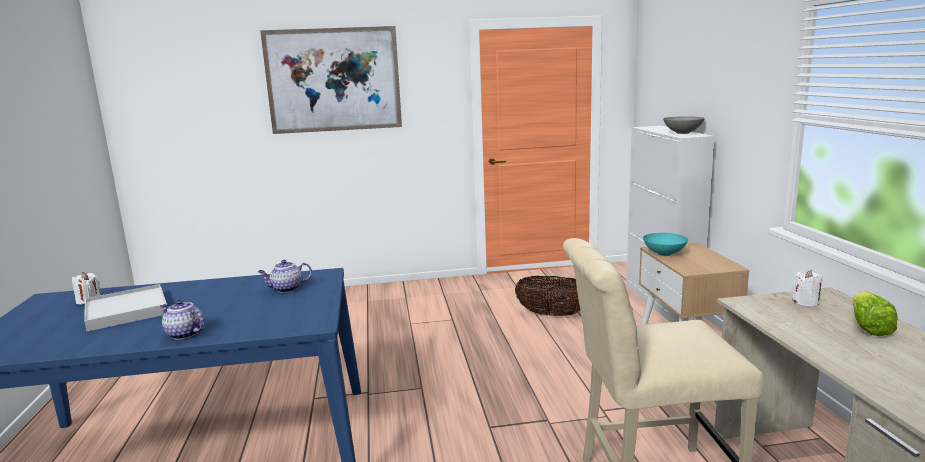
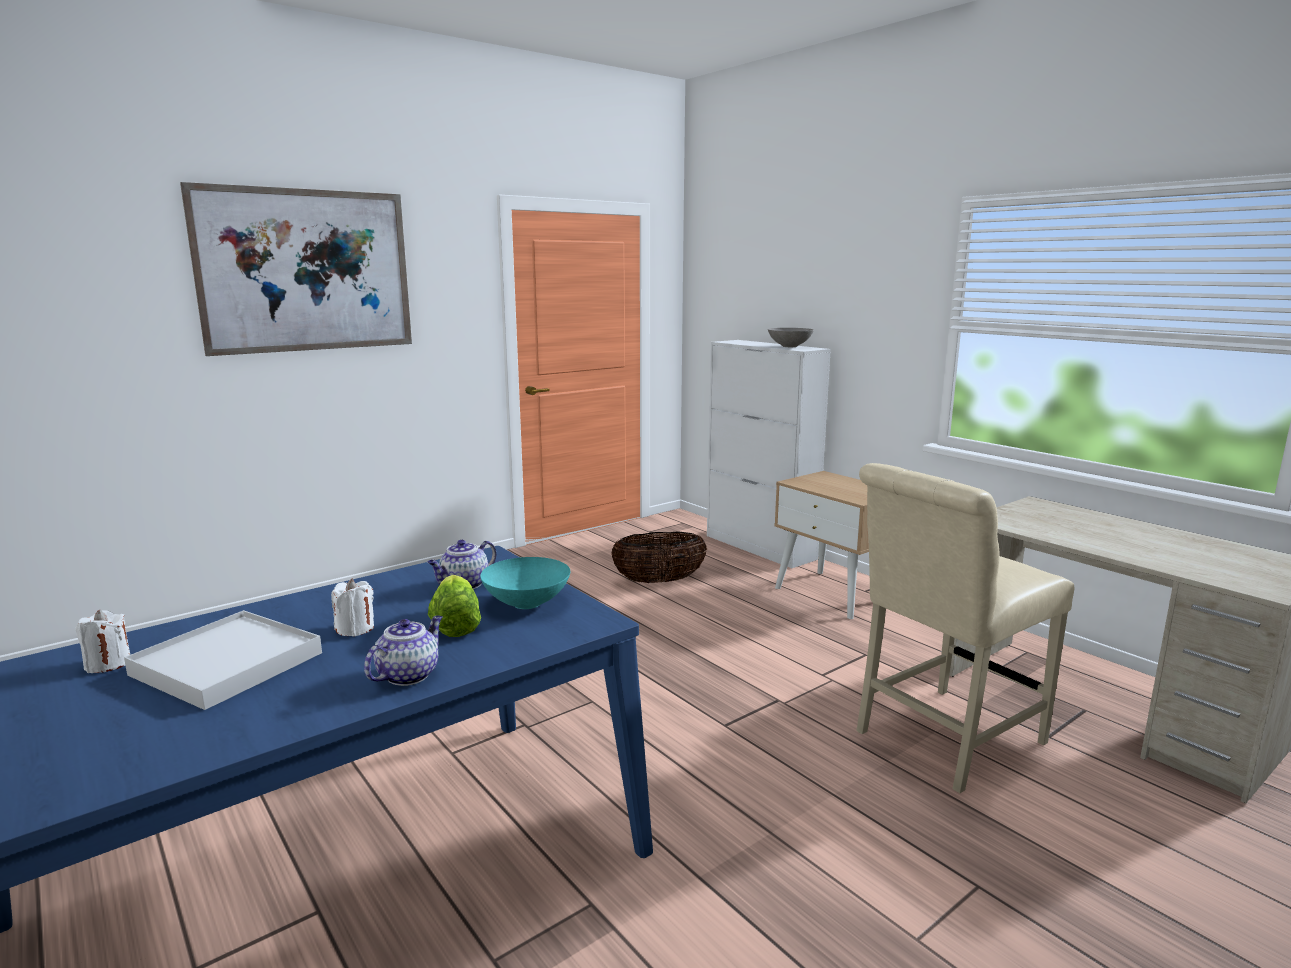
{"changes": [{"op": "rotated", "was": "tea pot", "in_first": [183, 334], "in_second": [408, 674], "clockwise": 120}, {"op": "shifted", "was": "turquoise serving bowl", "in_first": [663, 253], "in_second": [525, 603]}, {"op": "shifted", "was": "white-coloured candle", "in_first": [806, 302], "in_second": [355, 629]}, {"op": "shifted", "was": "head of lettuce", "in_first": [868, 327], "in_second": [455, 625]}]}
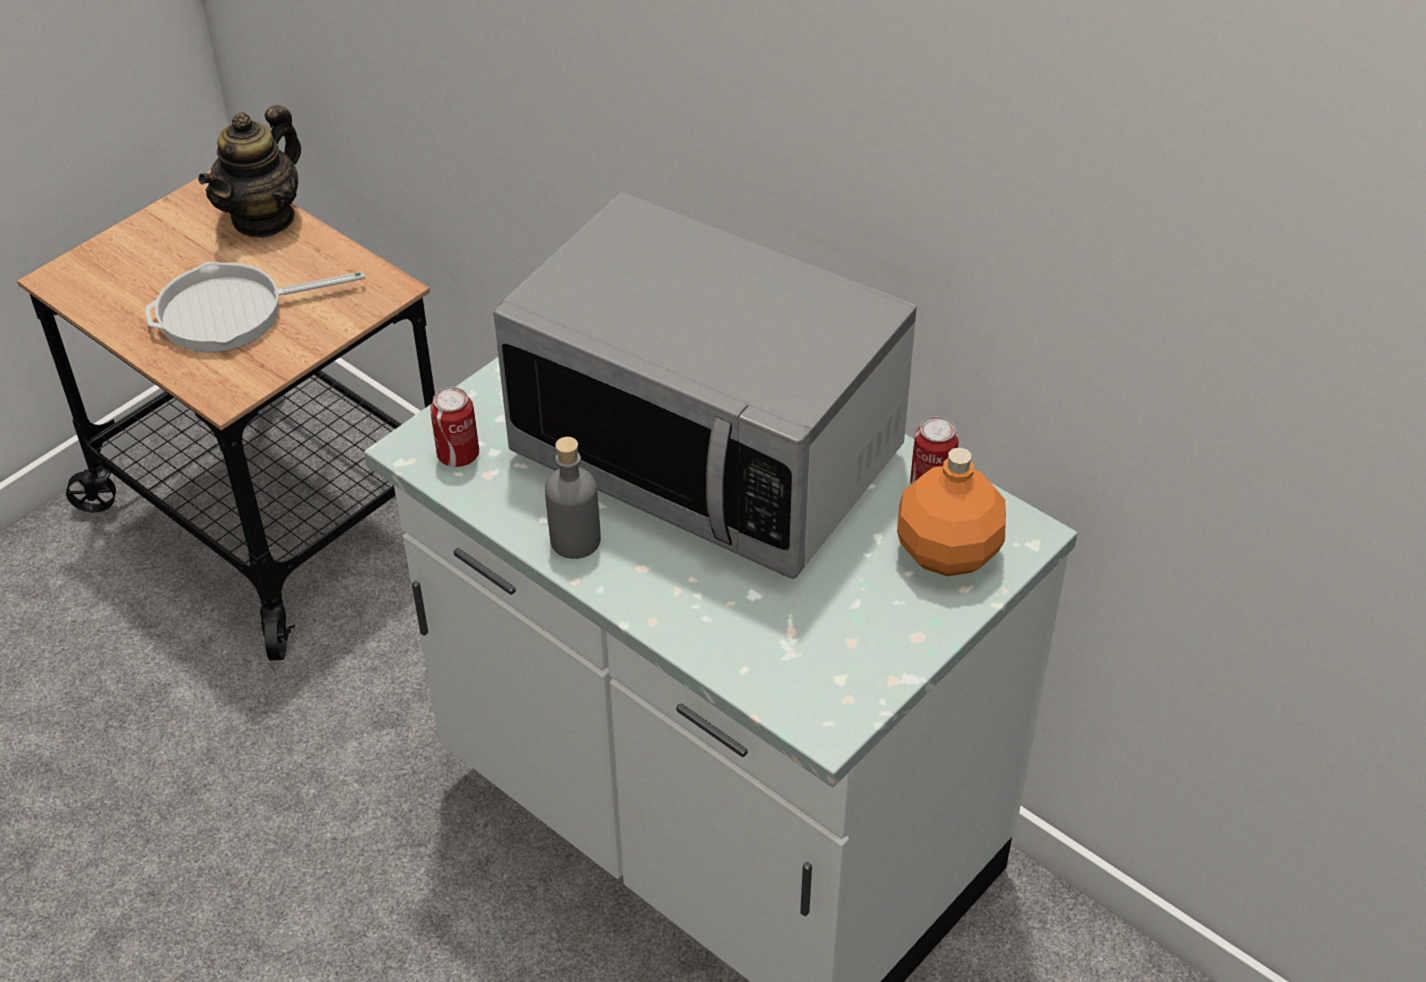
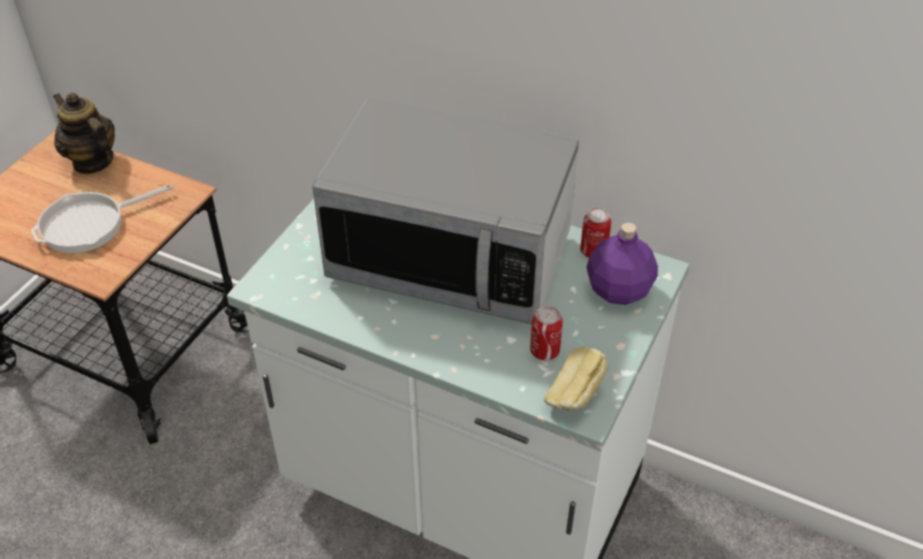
{"changes": [{"op": "rotated", "was": "tea pot", "in_first": [264, 218], "in_second": [92, 161], "clockwise": 120}, {"op": "shifted", "was": "metal can", "in_first": [458, 455], "in_second": [544, 351]}, {"op": "gone", "was": "gray drink bottle", "in_first": [575, 540]}, {"op": "repainted", "was": "orange-coloured drink bottle", "now": "purple drink bottle", "in_first": [946, 553], "in_second": [618, 290]}, {"op": "new", "now": "bread", "in_second": [574, 397]}]}
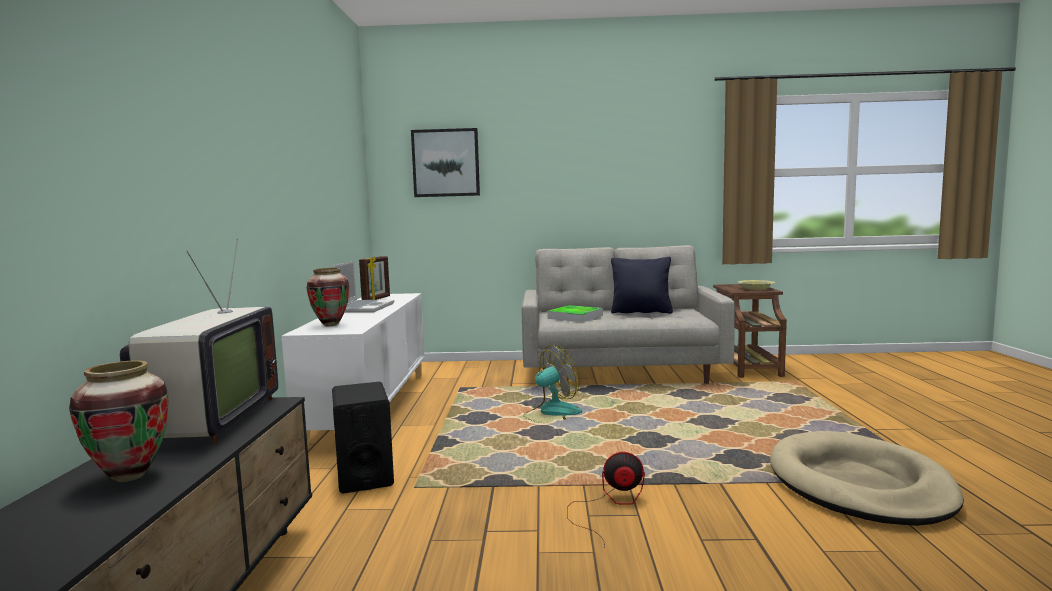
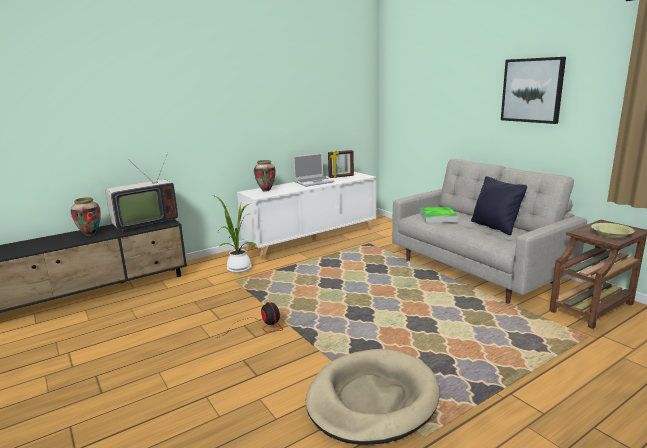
{"changes": [{"op": "swapped", "was": "blackish audio speaker", "now": "houseplant", "in_first": [364, 475], "in_second": [238, 268]}, {"op": "shifted", "was": "wall picture", "in_first": [446, 163], "in_second": [532, 90]}, {"op": "gone", "was": "cooling fan", "in_first": [552, 413]}]}
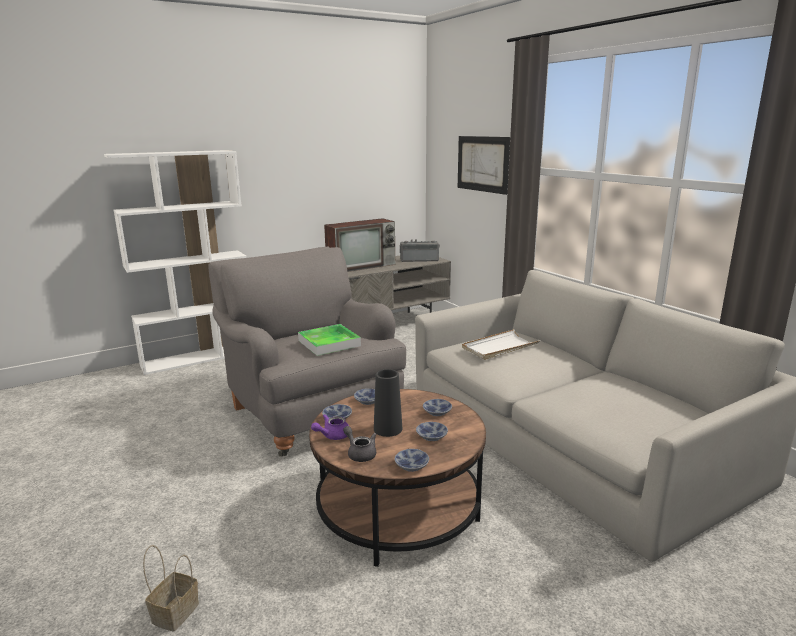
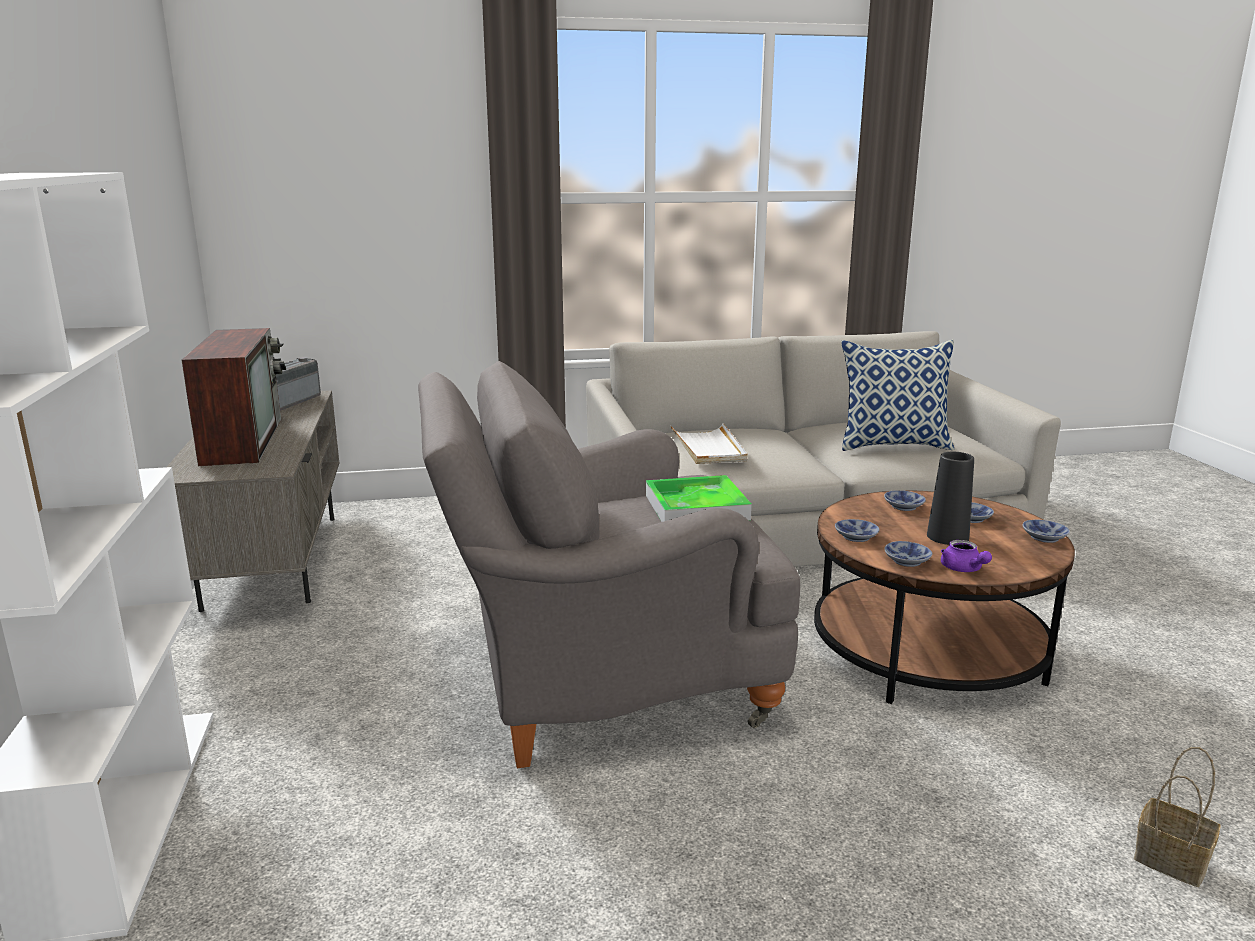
{"changes": [{"op": "gone", "was": "gray tea pot", "in_first": [360, 453]}, {"op": "gone", "was": "wall picture", "in_first": [482, 164]}, {"op": "new", "now": "throw pillow", "in_second": [893, 445]}]}
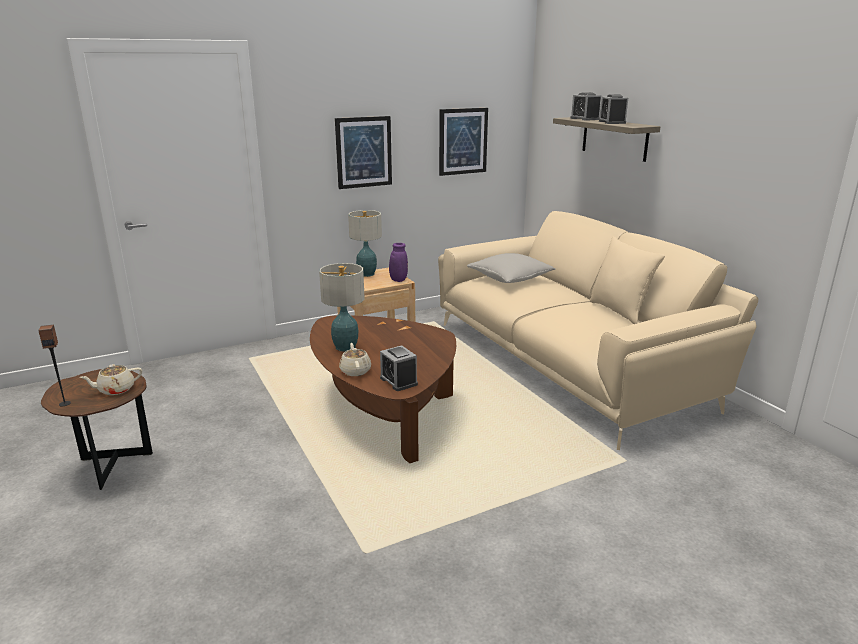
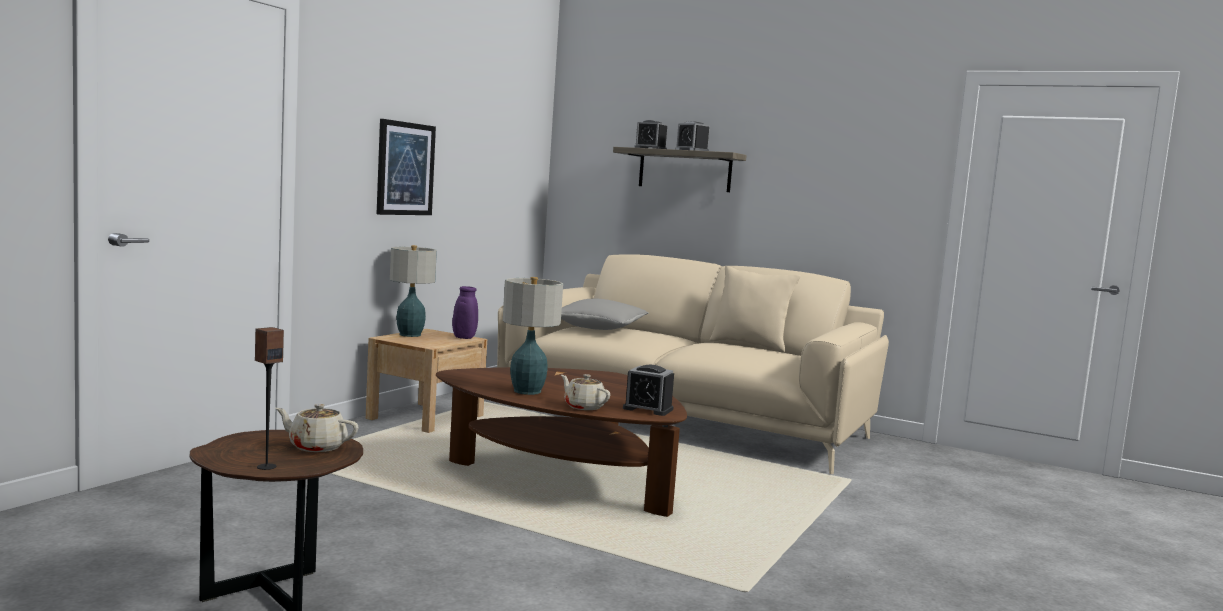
{"changes": [{"op": "rotated", "was": "beige-coloured tea pot", "in_first": [115, 390], "in_second": [316, 447], "clockwise": 75}, {"op": "gone", "was": "wall picture", "in_first": [462, 141]}]}
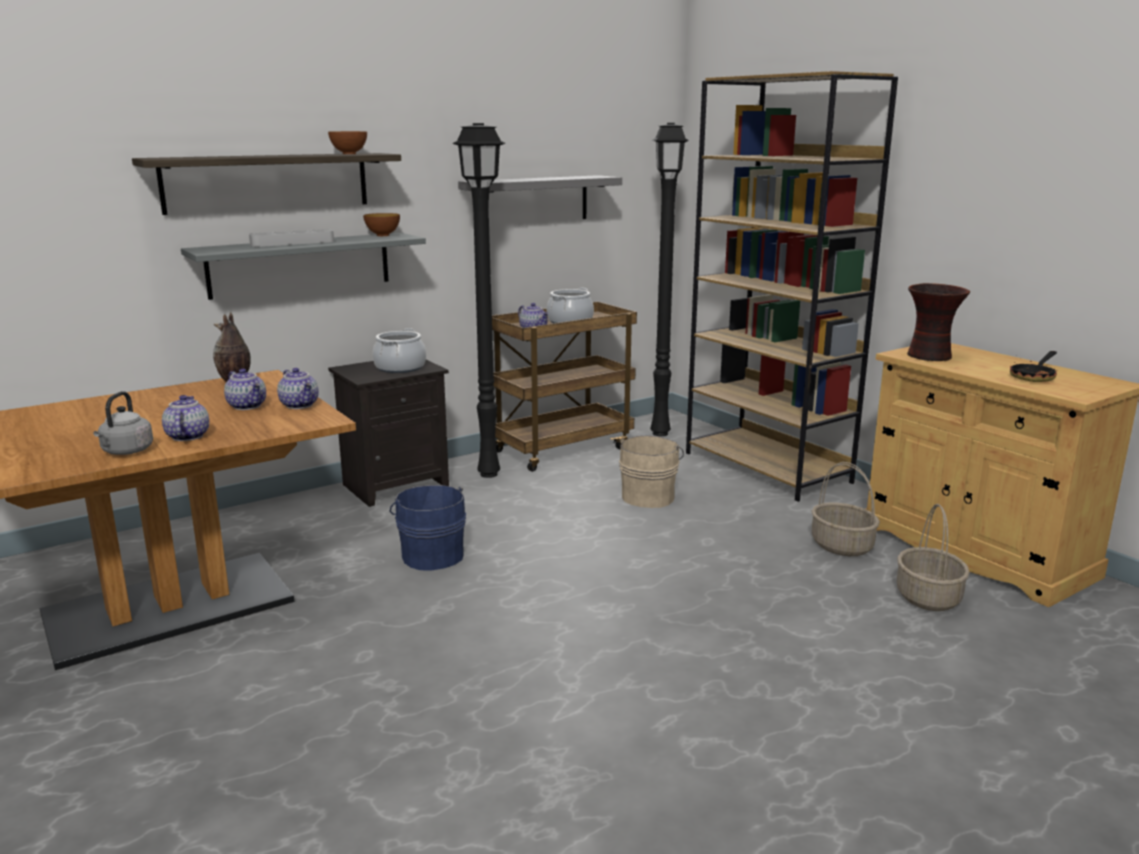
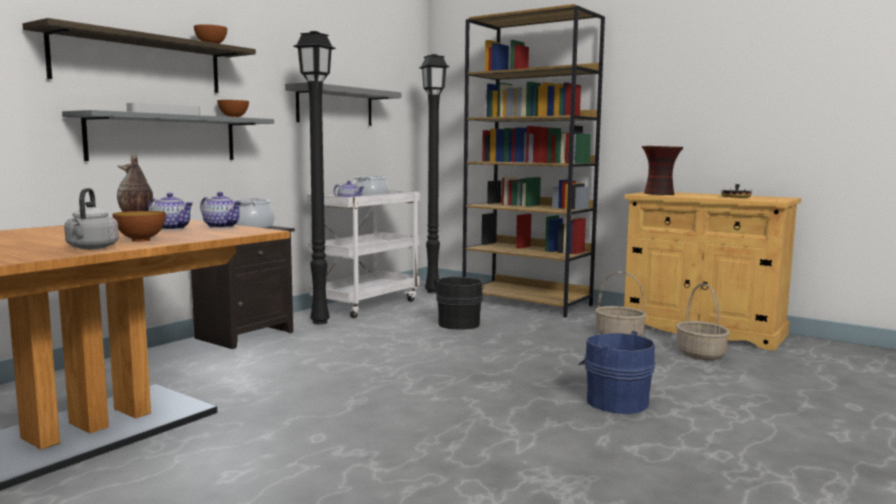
{"changes": [{"op": "swapped", "was": "tea pot", "now": "serving bowl", "in_first": [186, 436], "in_second": [141, 240]}, {"op": "shifted", "was": "blue-coloured pail", "in_first": [432, 555], "in_second": [614, 401]}, {"op": "repainted", "was": "brownish cart", "now": "white-coloured cart", "in_first": [563, 449], "in_second": [366, 304]}, {"op": "repainted", "was": "beige-coloured pail", "now": "blackish pail", "in_first": [649, 496], "in_second": [459, 323]}]}
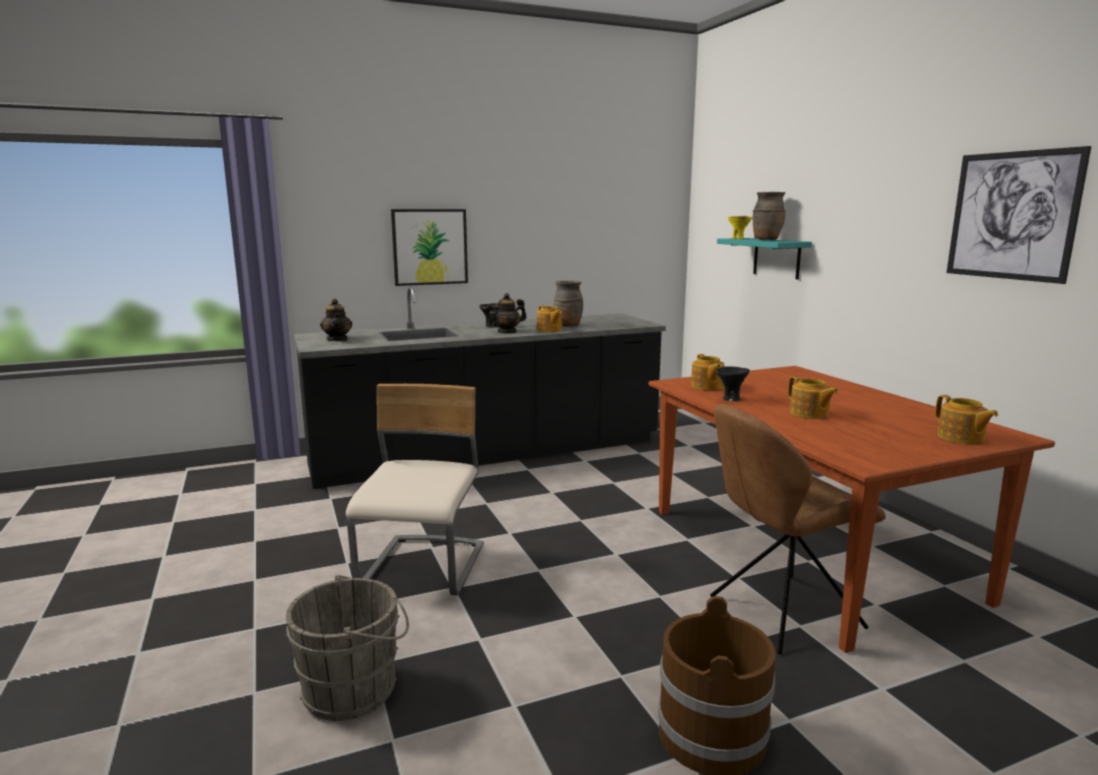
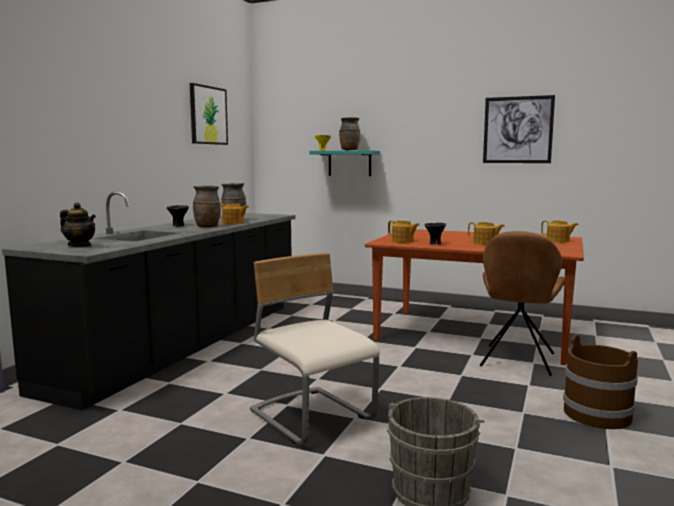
{"changes": [{"op": "shifted", "was": "wall picture", "in_first": [429, 247], "in_second": [208, 115]}, {"op": "swapped", "was": "tea pot", "now": "brownish decorative vase", "in_first": [507, 332], "in_second": [207, 227]}]}
